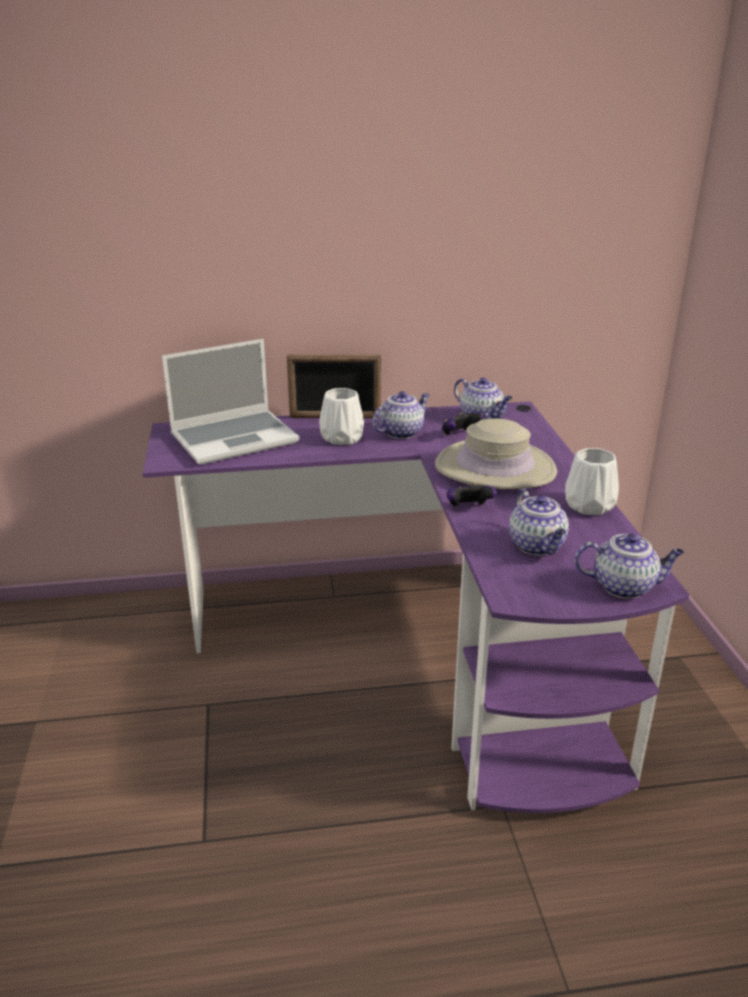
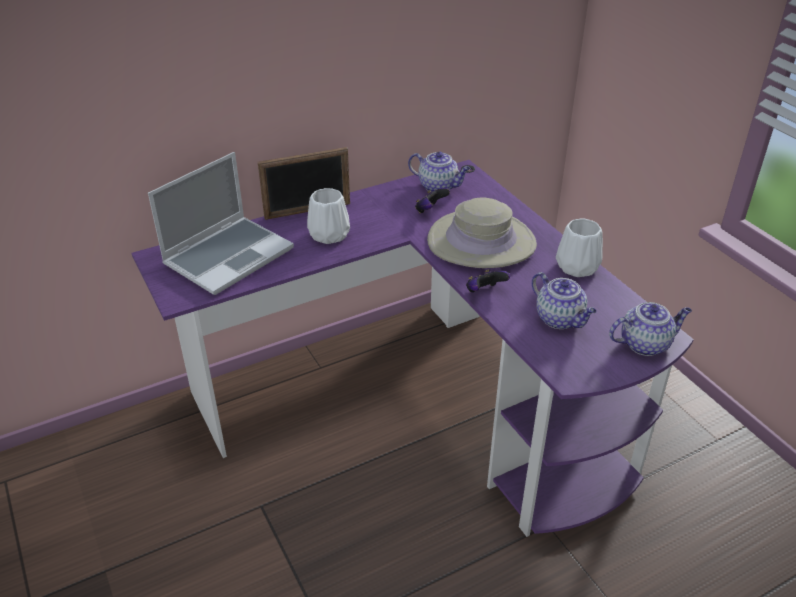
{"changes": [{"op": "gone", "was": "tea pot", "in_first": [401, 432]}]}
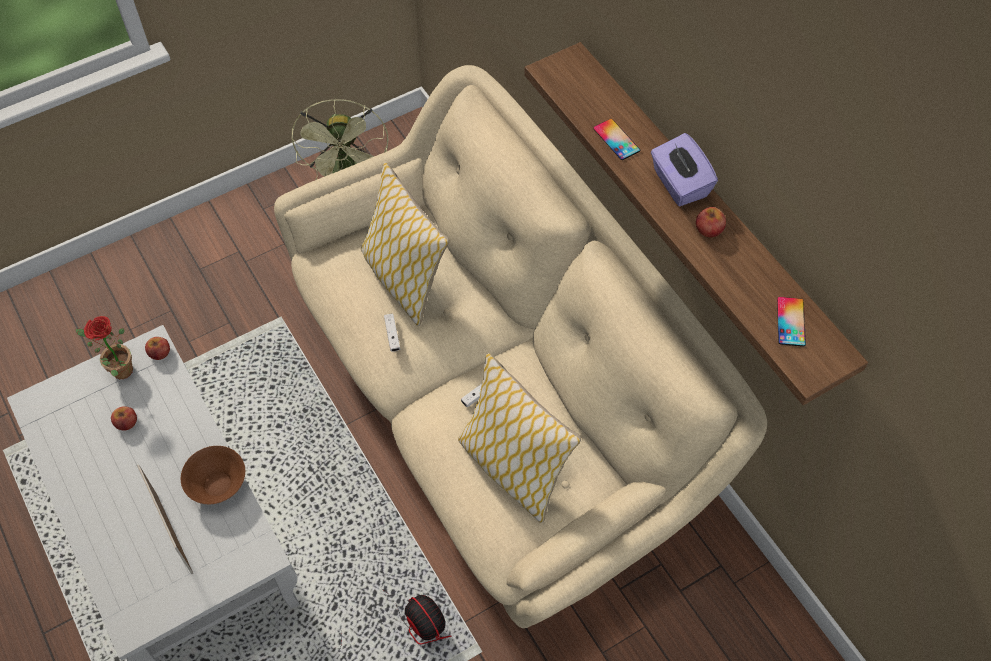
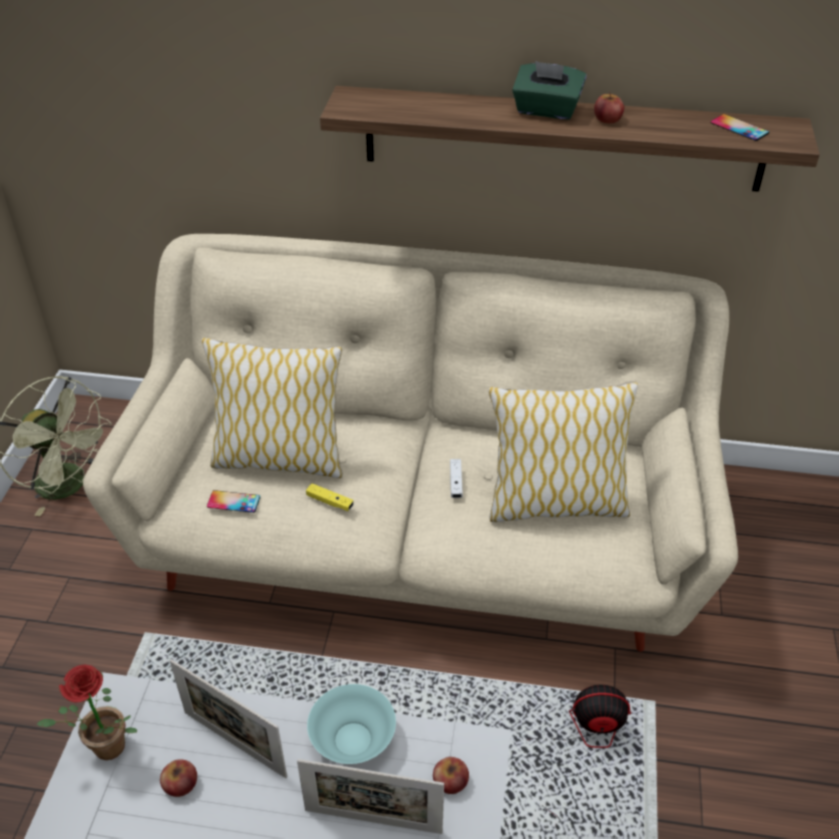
{"changes": [{"op": "shifted", "was": "apple", "in_first": [159, 352], "in_second": [450, 781]}, {"op": "repainted", "was": "brownish serving bowl", "now": "turquoise serving bowl", "in_first": [217, 484], "in_second": [352, 740]}, {"op": "repainted", "was": "white-coloured gamepad", "now": "yellowish gamepad", "in_first": [392, 335], "in_second": [330, 502]}, {"op": "shifted", "was": "handset", "in_first": [616, 139], "in_second": [233, 502]}, {"op": "repainted", "was": "purple box of tissues", "now": "greenish box of tissues", "in_first": [679, 184], "in_second": [546, 111]}, {"op": "new", "now": "picture frame", "in_second": [234, 744]}]}
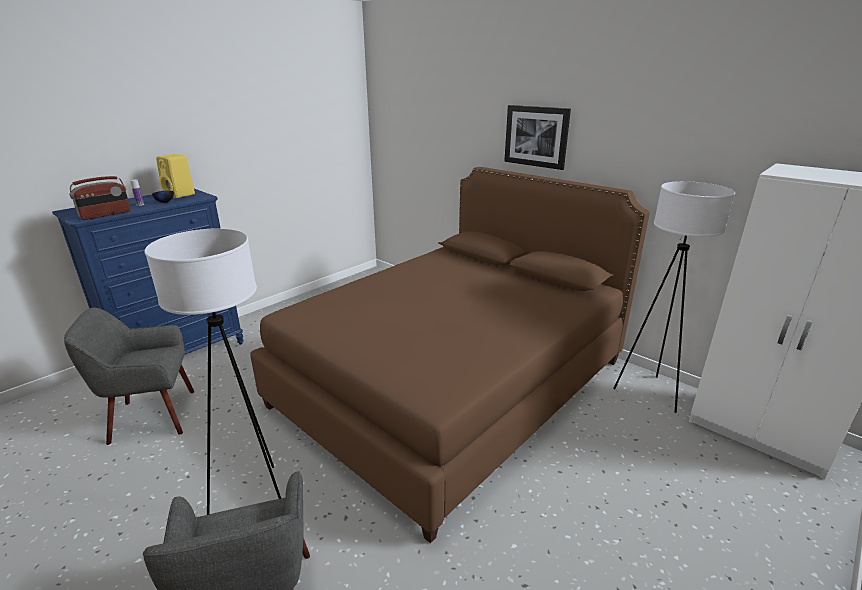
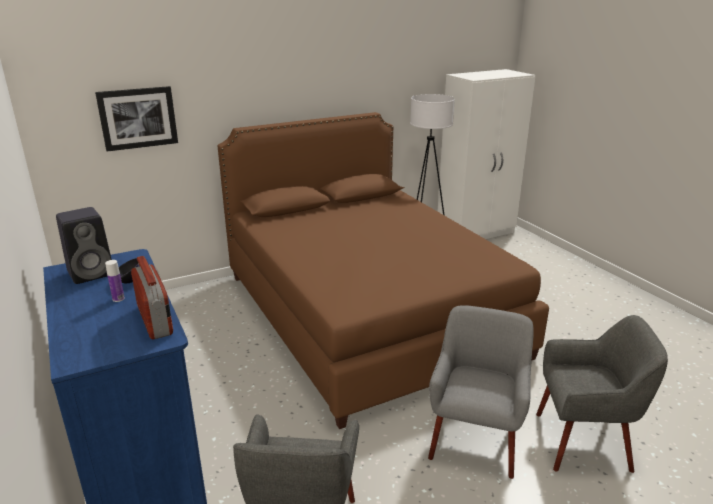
{"changes": [{"op": "swapped", "was": "white-coloured floor lamp", "now": "gray armchair", "in_first": [255, 500], "in_second": [475, 440]}, {"op": "repainted", "was": "yellowish audio speaker", "now": "blackish audio speaker", "in_first": [180, 195], "in_second": [92, 272]}, {"op": "shifted", "was": "wall picture", "in_first": [536, 136], "in_second": [138, 118]}]}
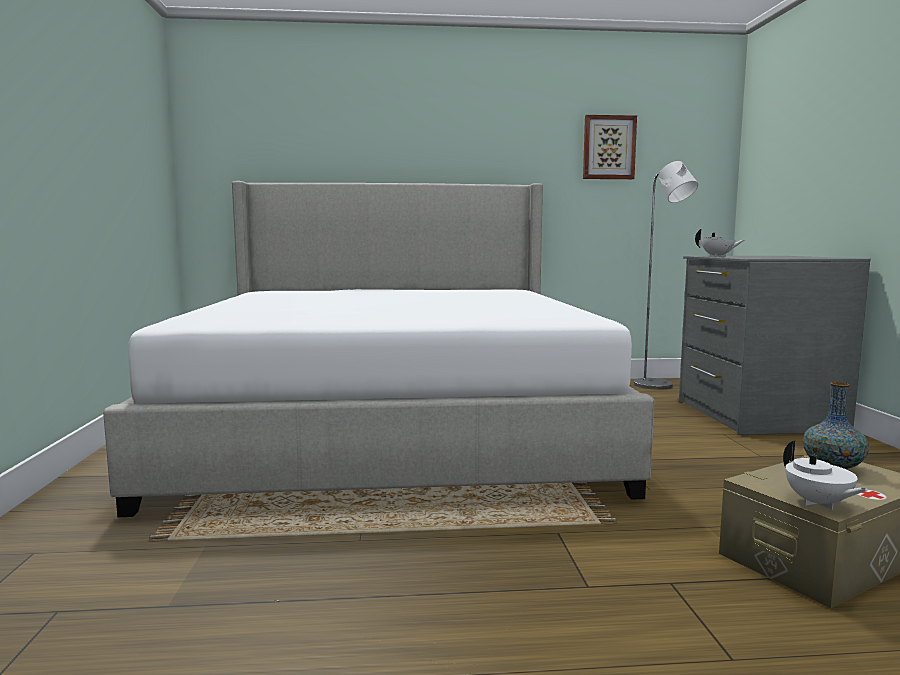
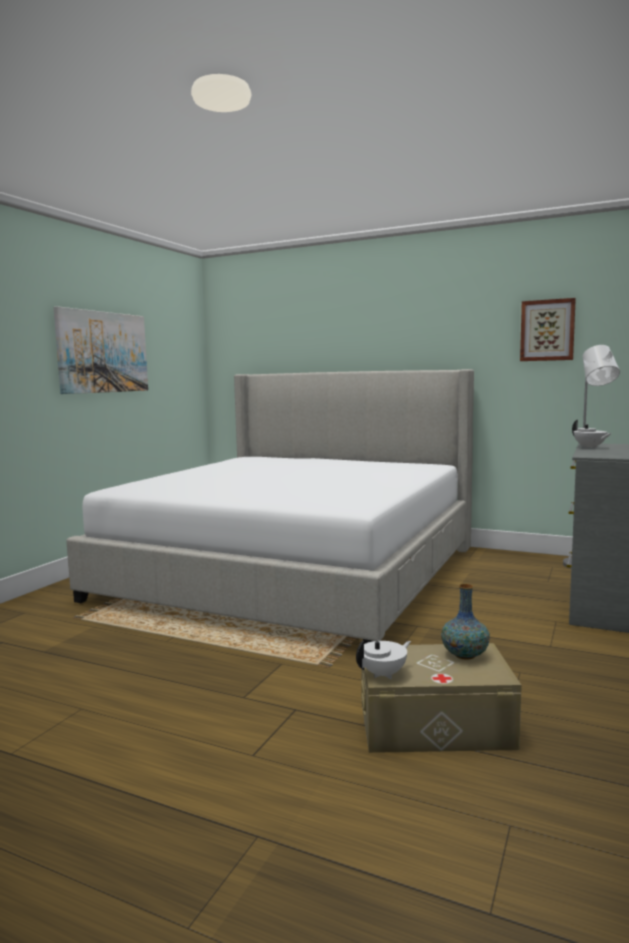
{"changes": [{"op": "rotated", "was": "white-coloured tea pot", "in_first": [818, 503], "in_second": [384, 674], "clockwise": -135}, {"op": "new", "now": "wall picture", "in_second": [103, 352]}]}
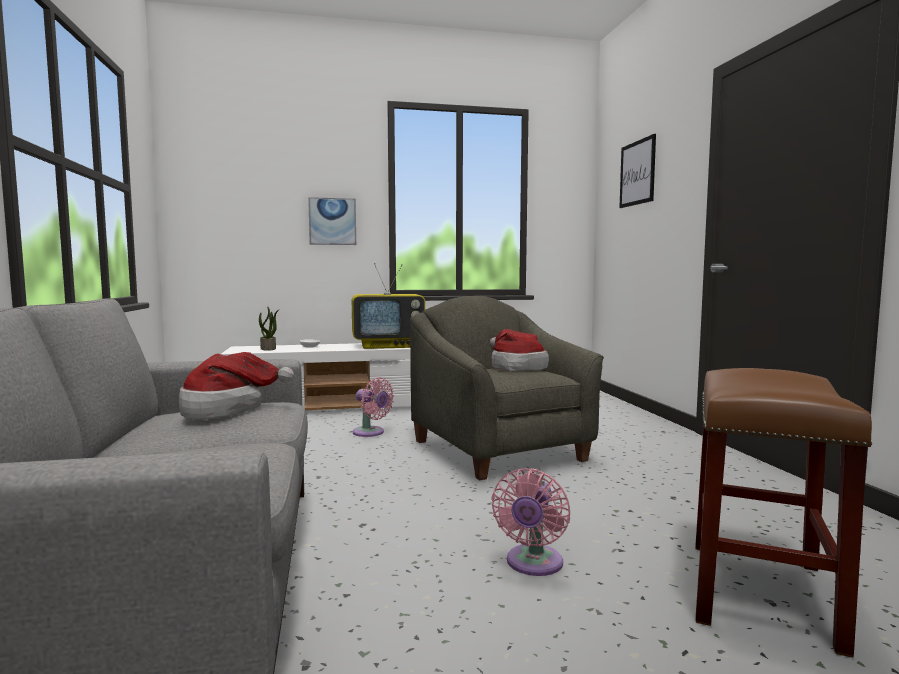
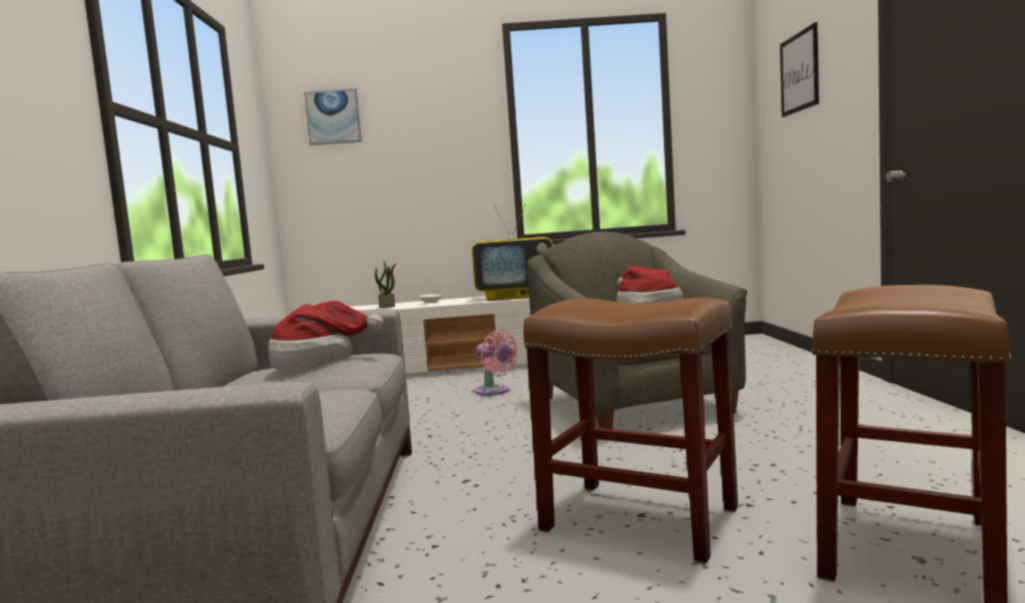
{"changes": [{"op": "shifted", "was": "wall picture", "in_first": [332, 221], "in_second": [333, 117]}, {"op": "swapped", "was": "pink-coloured cooling fan", "now": "brownish sitting stool", "in_first": [532, 564], "in_second": [642, 519]}]}
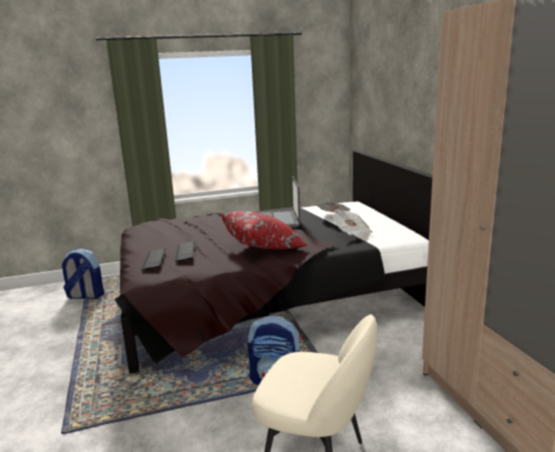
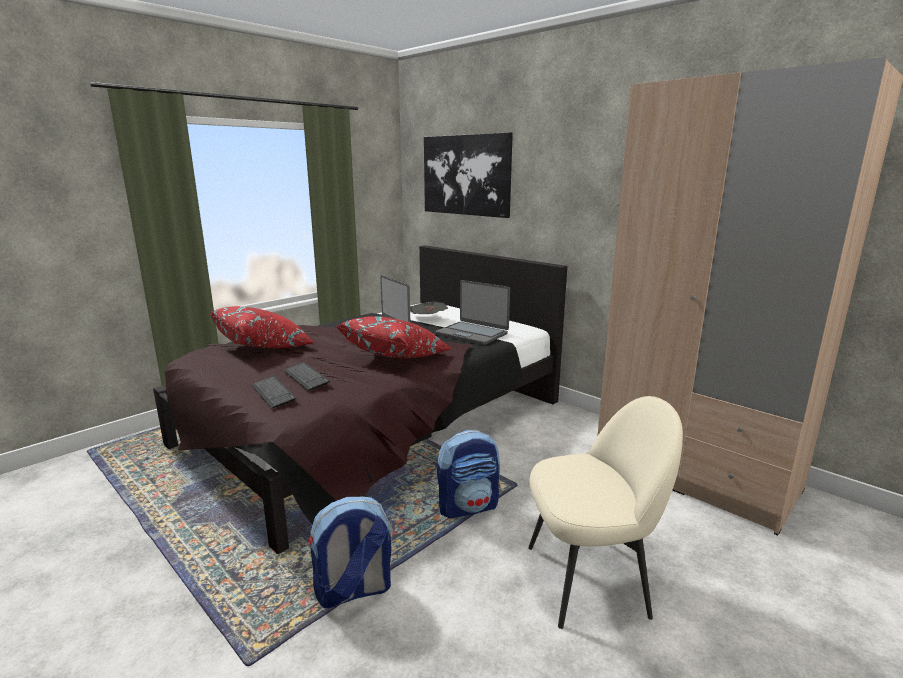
{"changes": [{"op": "shifted", "was": "backpack", "in_first": [85, 296], "in_second": [353, 591]}, {"op": "swapped", "was": "newspaper", "now": "notebook computer", "in_first": [352, 235], "in_second": [472, 334]}, {"op": "new", "now": "reddish throw pillow", "in_second": [264, 346]}, {"op": "new", "now": "wall picture", "in_second": [466, 175]}]}
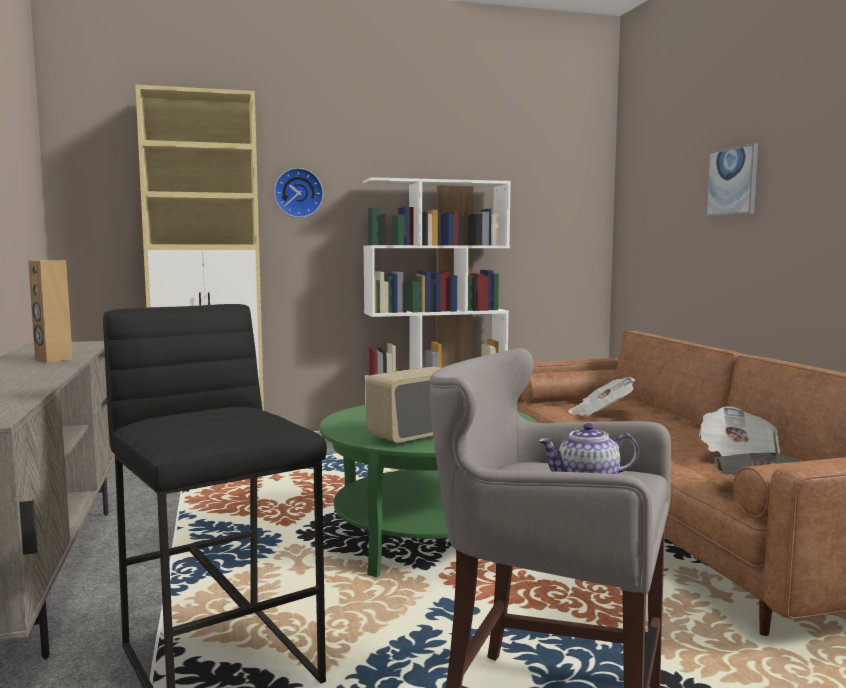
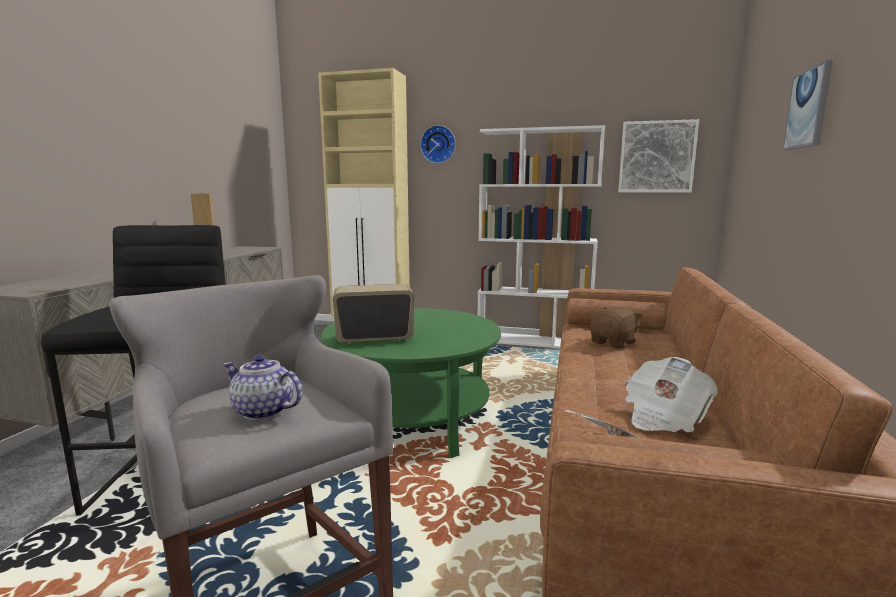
{"changes": [{"op": "swapped", "was": "newspaper", "now": "brownish soft toy", "in_first": [600, 414], "in_second": [613, 343]}, {"op": "new", "now": "wall picture", "in_second": [656, 157]}]}
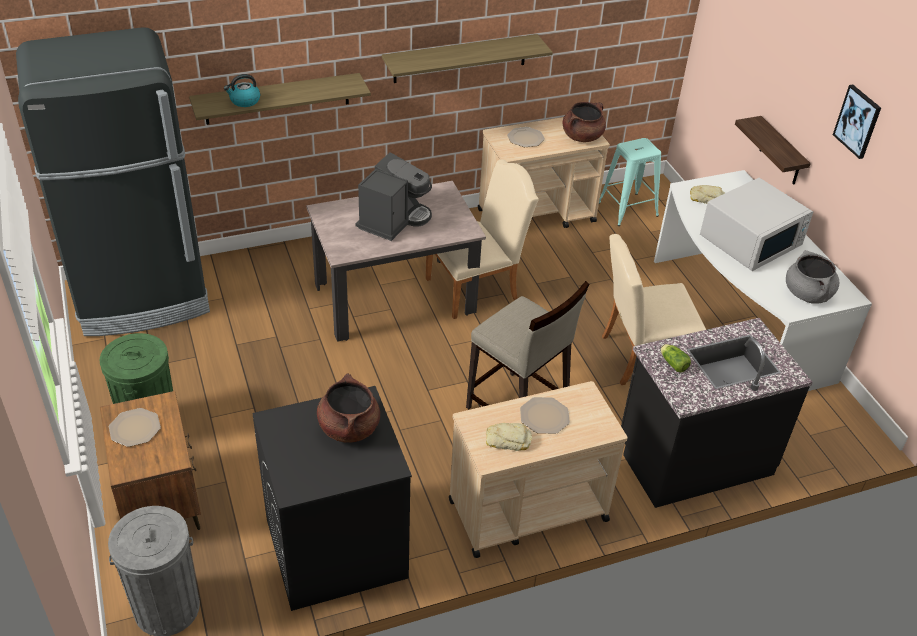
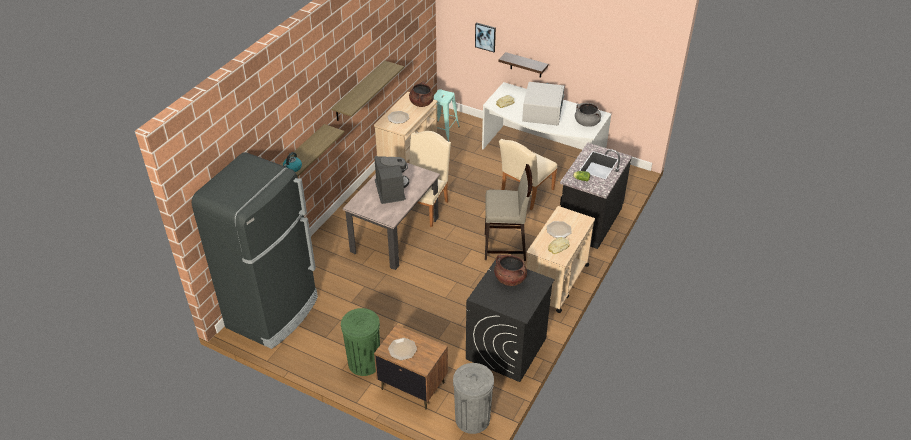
{"changes": [{"op": "shifted", "was": "wall picture", "in_first": [858, 121], "in_second": [485, 37]}]}
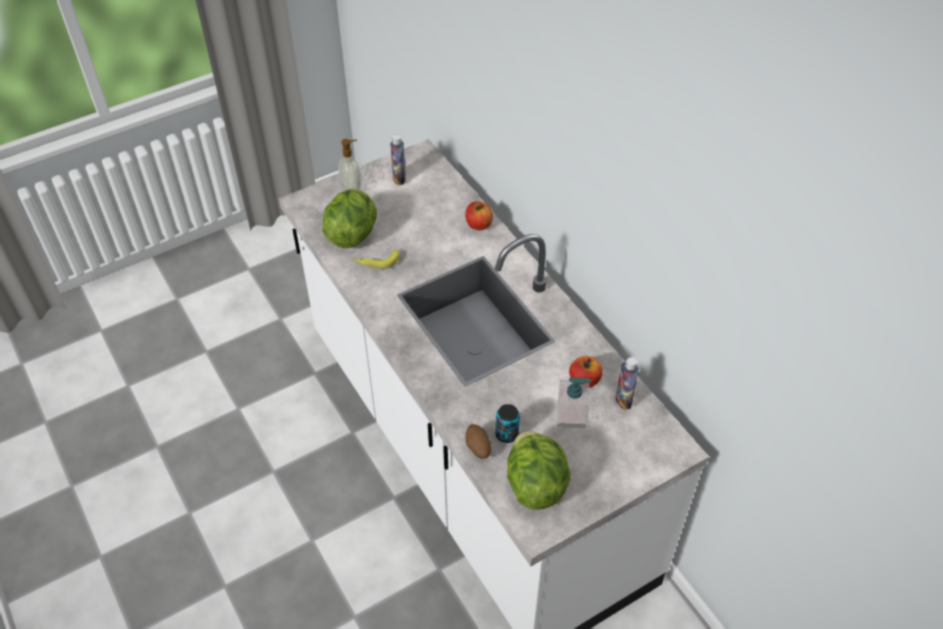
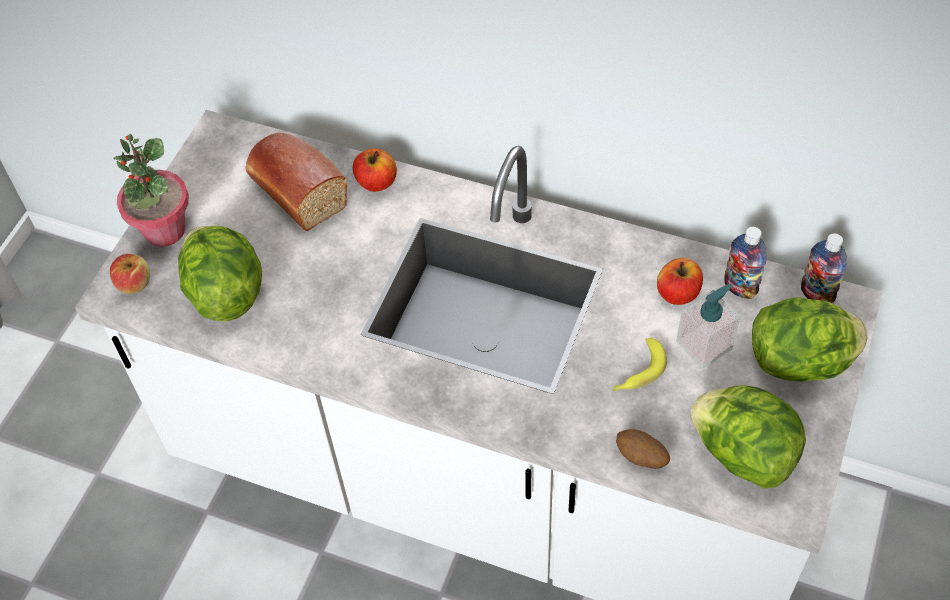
{"changes": [{"op": "swapped", "was": "soap bottle", "now": "houseplant", "in_first": [352, 186], "in_second": [164, 230]}, {"op": "shifted", "was": "banana", "in_first": [376, 261], "in_second": [637, 372]}, {"op": "shifted", "was": "drink bottle", "in_first": [399, 178], "in_second": [816, 294]}, {"op": "gone", "was": "metal can", "in_first": [507, 434]}, {"op": "new", "now": "apple", "in_second": [134, 283]}, {"op": "new", "now": "bread", "in_second": [295, 189]}, {"op": "new", "now": "head of lettuce", "in_second": [801, 361]}]}
